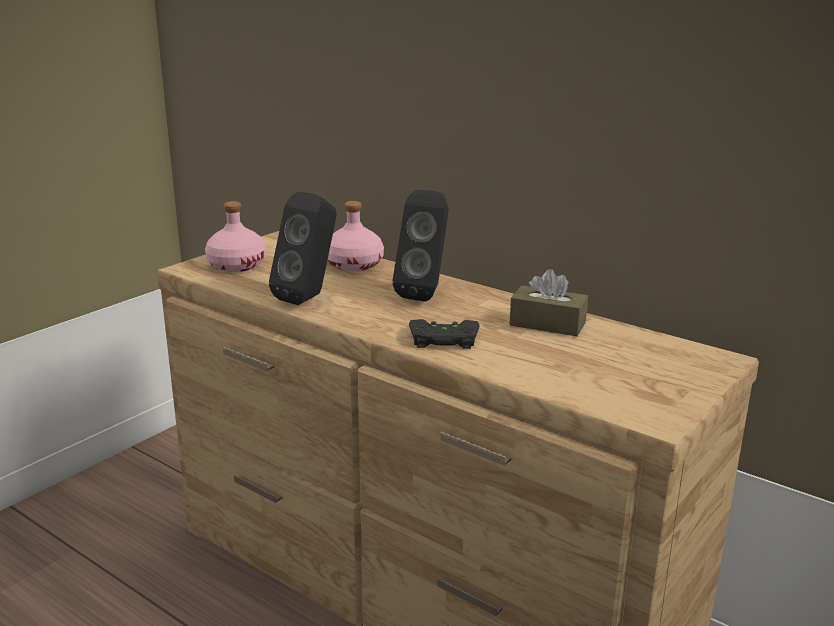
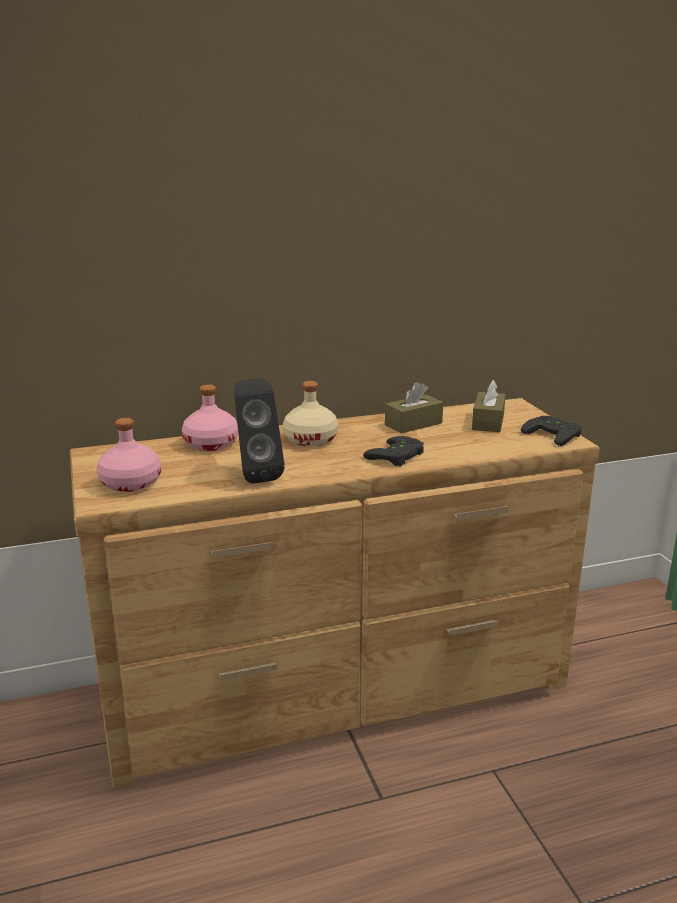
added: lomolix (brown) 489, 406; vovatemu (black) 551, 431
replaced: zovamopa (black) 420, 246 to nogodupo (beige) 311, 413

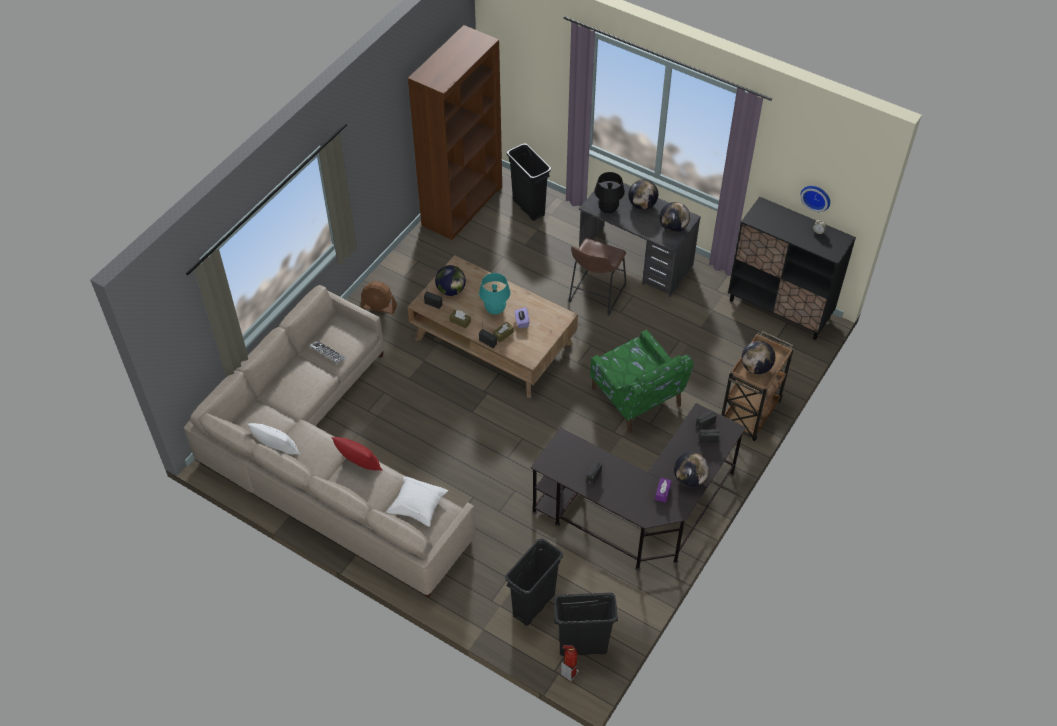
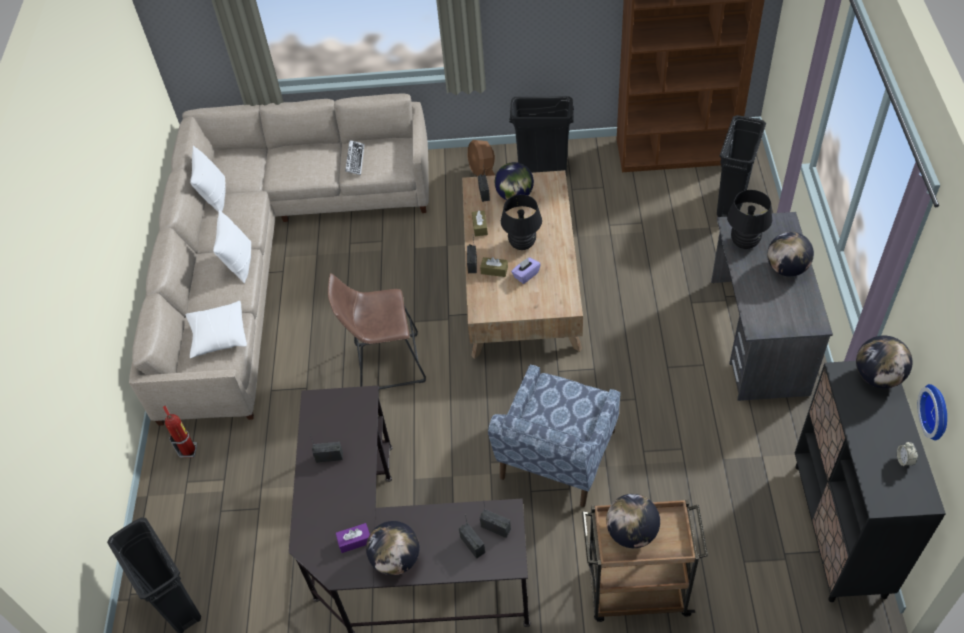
moved: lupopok 675, 217 to 884, 361; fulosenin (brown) 597, 276 to 377, 331; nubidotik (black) 534, 582 to 541, 136; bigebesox 570, 663 to 180, 431
recoloured: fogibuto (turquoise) 495, 294 to fogibuto (black) 521, 222; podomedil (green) 642, 381 to podomedil (blue) 554, 435; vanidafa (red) 357, 454 to vanidafa (white) 232, 246

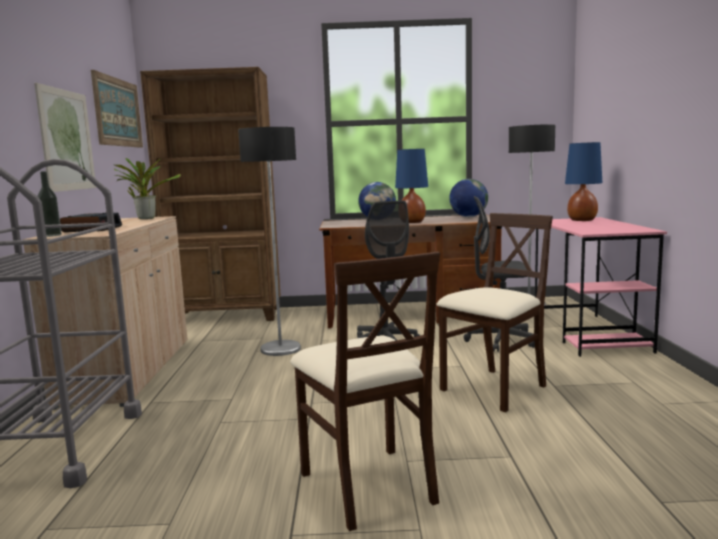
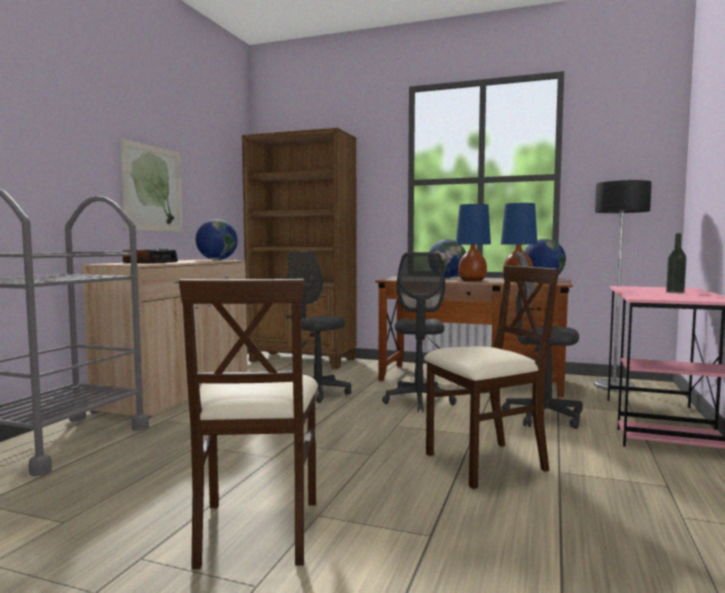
removed: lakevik 117, 109
moved: fogibuto (blue) 583, 181 to 519, 242; nogodupo 49, 204 to 676, 263
replaced: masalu 269, 241 to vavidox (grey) 319, 327; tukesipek 147, 188 to lupopok 217, 239

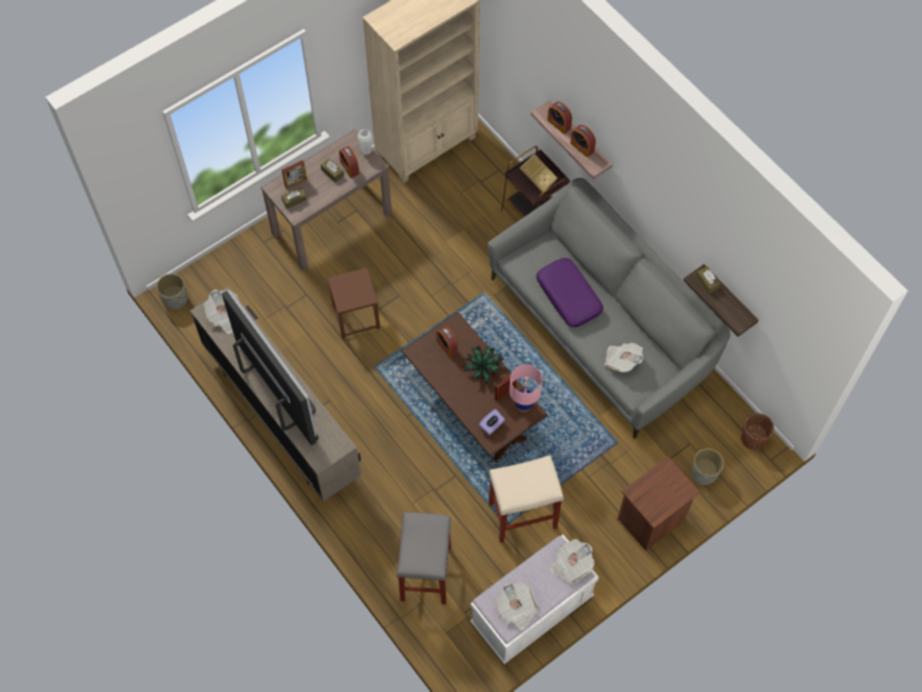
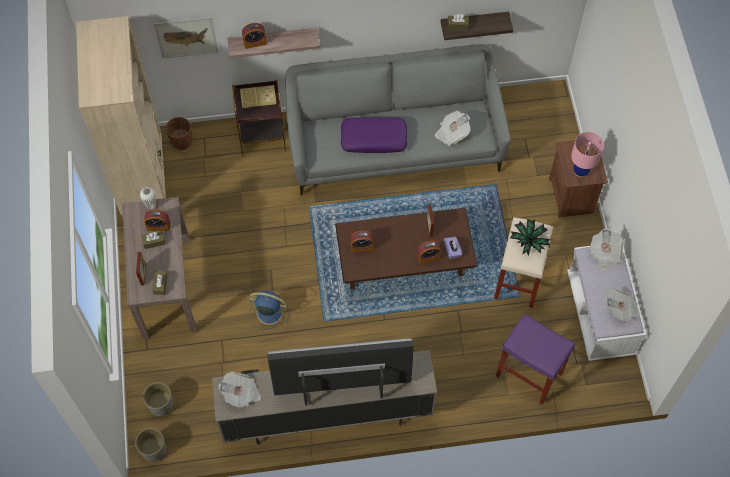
added: lakevik 185, 38
moved: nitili 583, 141 to 429, 252; tukesipek 483, 365 to 530, 237; fogibuto (pink) 526, 388 to 587, 155; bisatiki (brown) 757, 431 to 179, 133; bisatiki (grey) 708, 466 to 158, 399
replaced: fulosenin (brown) 353, 303 to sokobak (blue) 269, 310
recoloured: fulosenin (grey) 424, 558 to fulosenin (purple) 536, 359

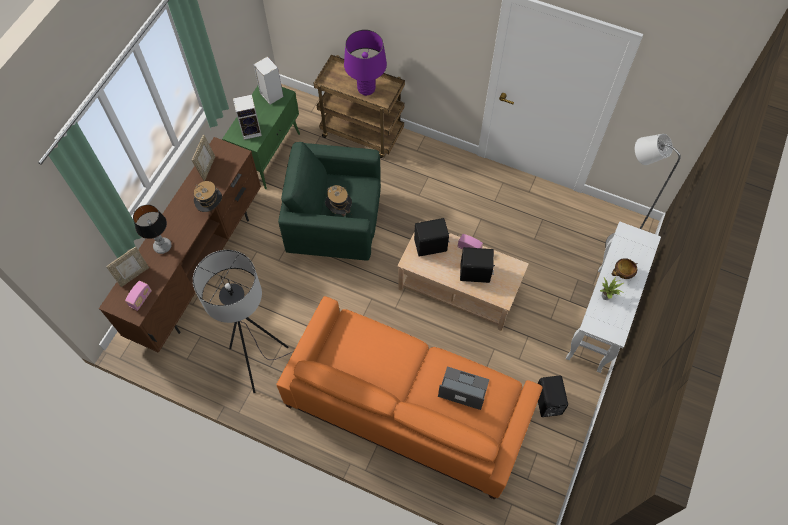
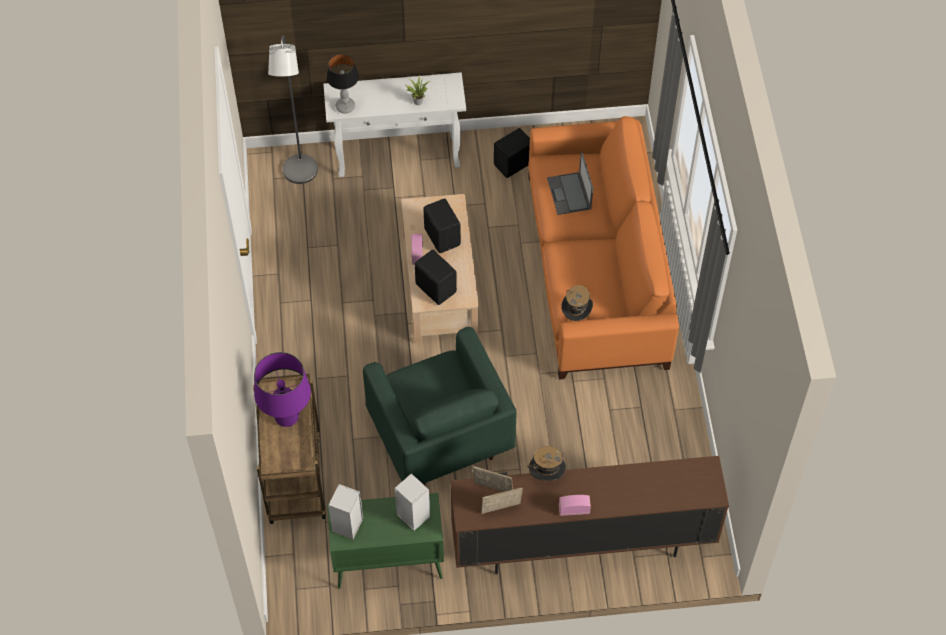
removed: masalu (grey) 243, 321; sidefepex 625, 268
moved: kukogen 338, 200 to 577, 303; fogibuto 152, 229 to 342, 84; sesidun 127, 267 to 492, 479; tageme 138, 296 to 575, 505

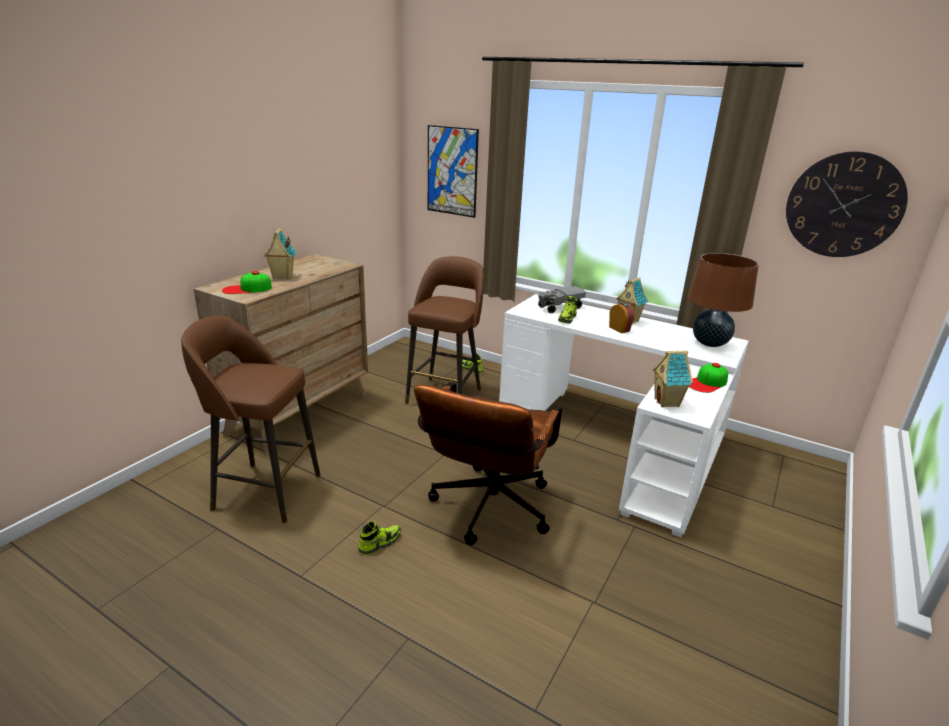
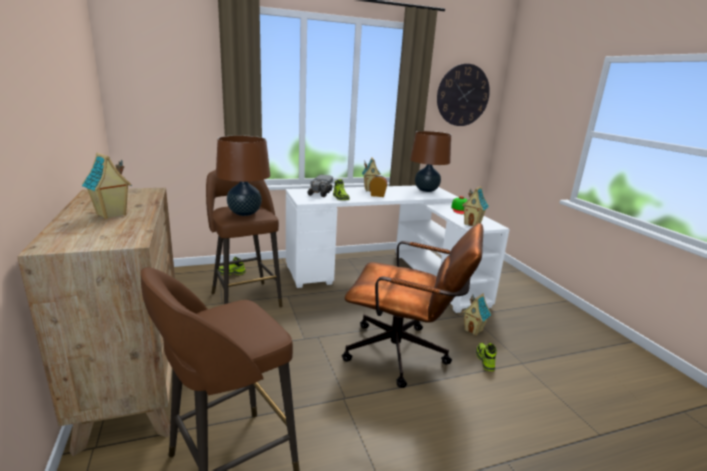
removed: lakevik 453, 171; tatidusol 247, 282
added: fogibuto (brown) 243, 175; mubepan 476, 314
moved: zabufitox 379, 538 to 486, 357
turned: vavidox (brown) 488, 463 = 412, 305 45 degrees counterclockwise

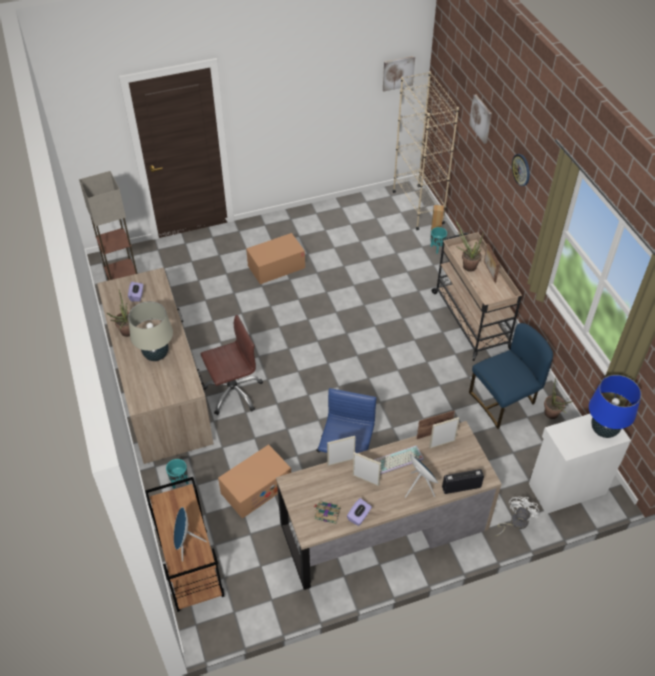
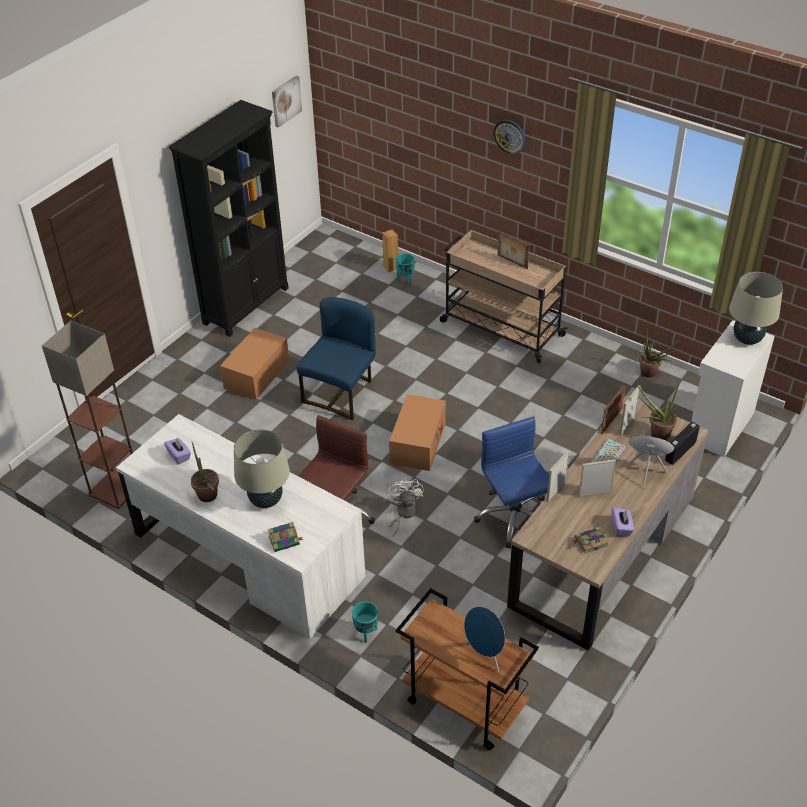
removed: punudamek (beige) 426, 150; lakevik 480, 119
added: punudamek (black) 228, 218; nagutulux 286, 537
moved: tukesipek 469, 246 to 657, 411; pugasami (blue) 511, 376 to 336, 358; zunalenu 254, 481 to 417, 432; sokobak (white) 517, 516 to 406, 506
recoloured: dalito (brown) 155, 366 to dalito (white) 241, 526; fogibuto (blue) 615, 406 to fogibuto (beige) 756, 308

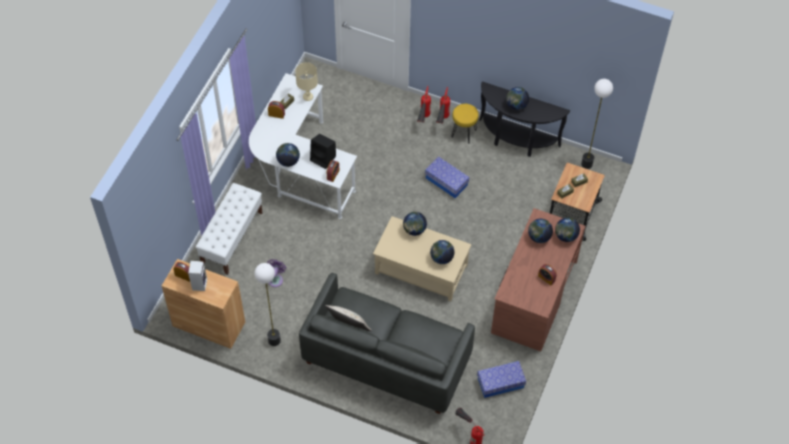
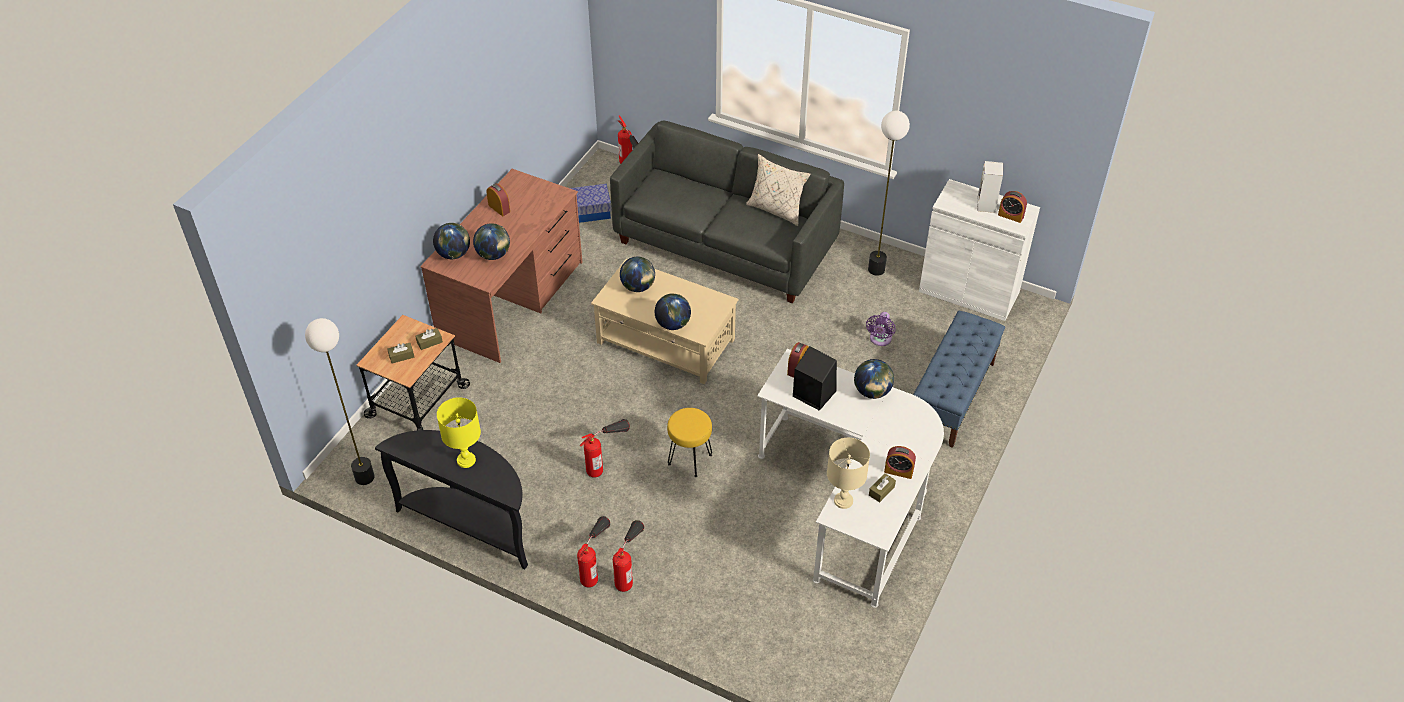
moved: fulosenin (yellow) 465, 124 to 689, 442
replaced: lupopok 517, 98 to fogibuto (yellow) 459, 432; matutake 447, 177 to bigebesox 605, 448
recoloured: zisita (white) 229, 229 to zisita (blue) 959, 379; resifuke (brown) 203, 304 to resifuke (white) 979, 250

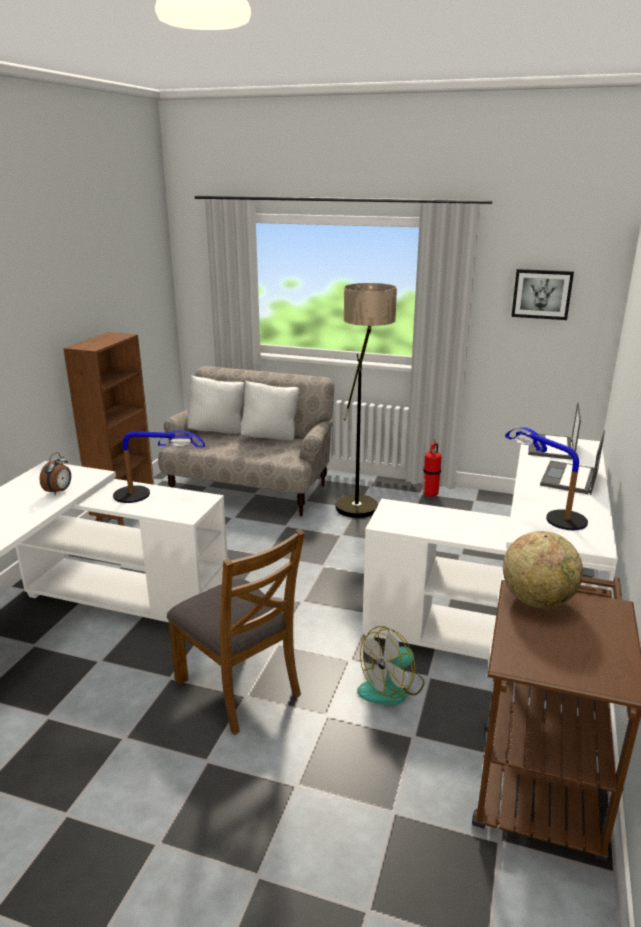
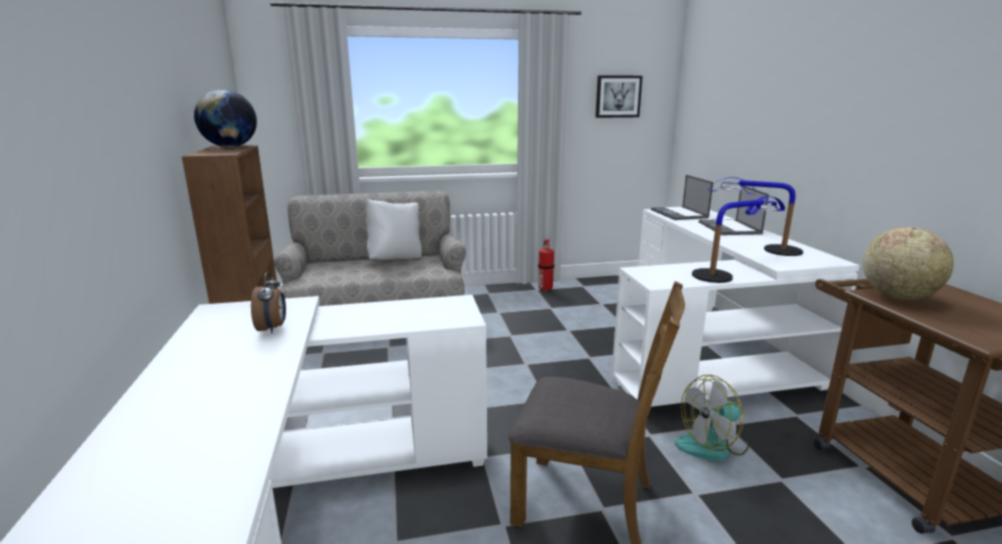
removed: masalu 366, 400; vanidafa (white) 215, 404
added: lupopok 225, 118
moved: fogibuto 159, 466 to 738, 239
turned: sokobak 390, 665 = 712, 418 45 degrees clockwise

